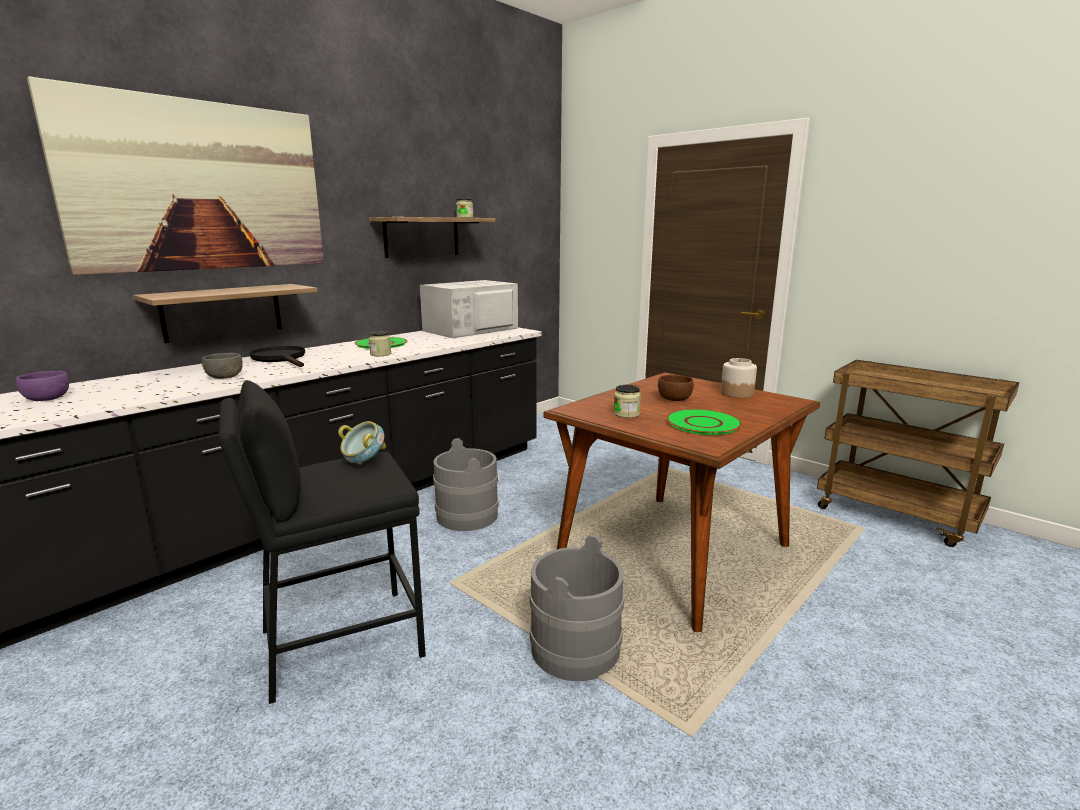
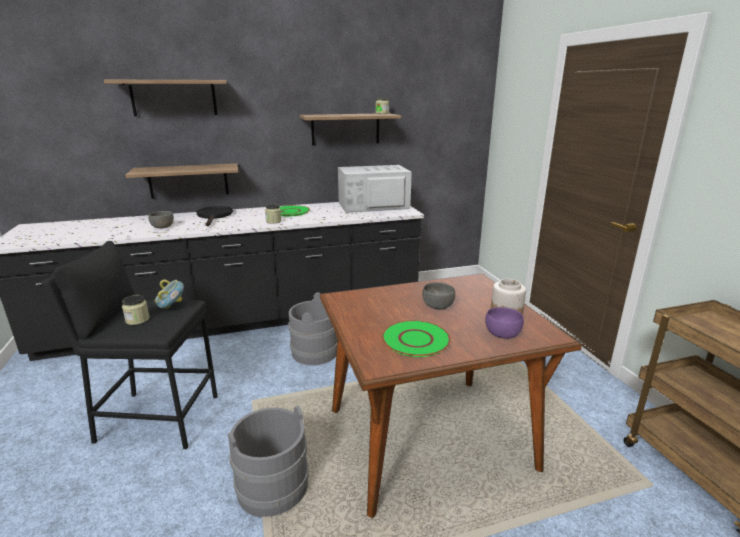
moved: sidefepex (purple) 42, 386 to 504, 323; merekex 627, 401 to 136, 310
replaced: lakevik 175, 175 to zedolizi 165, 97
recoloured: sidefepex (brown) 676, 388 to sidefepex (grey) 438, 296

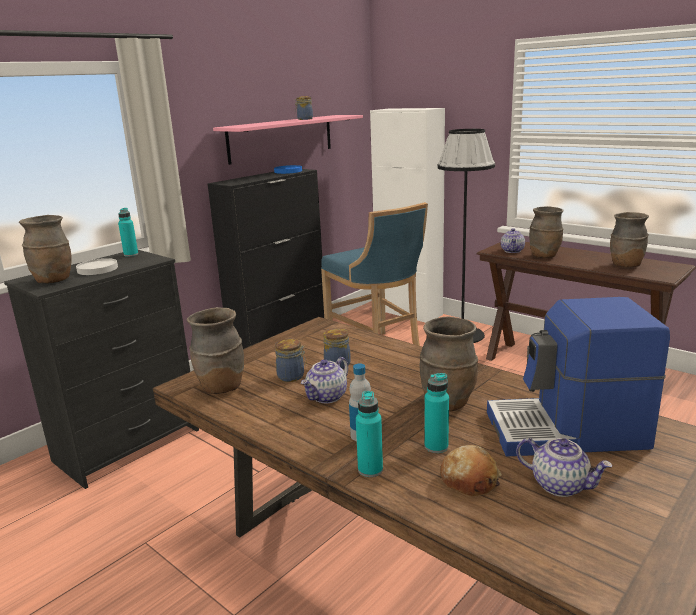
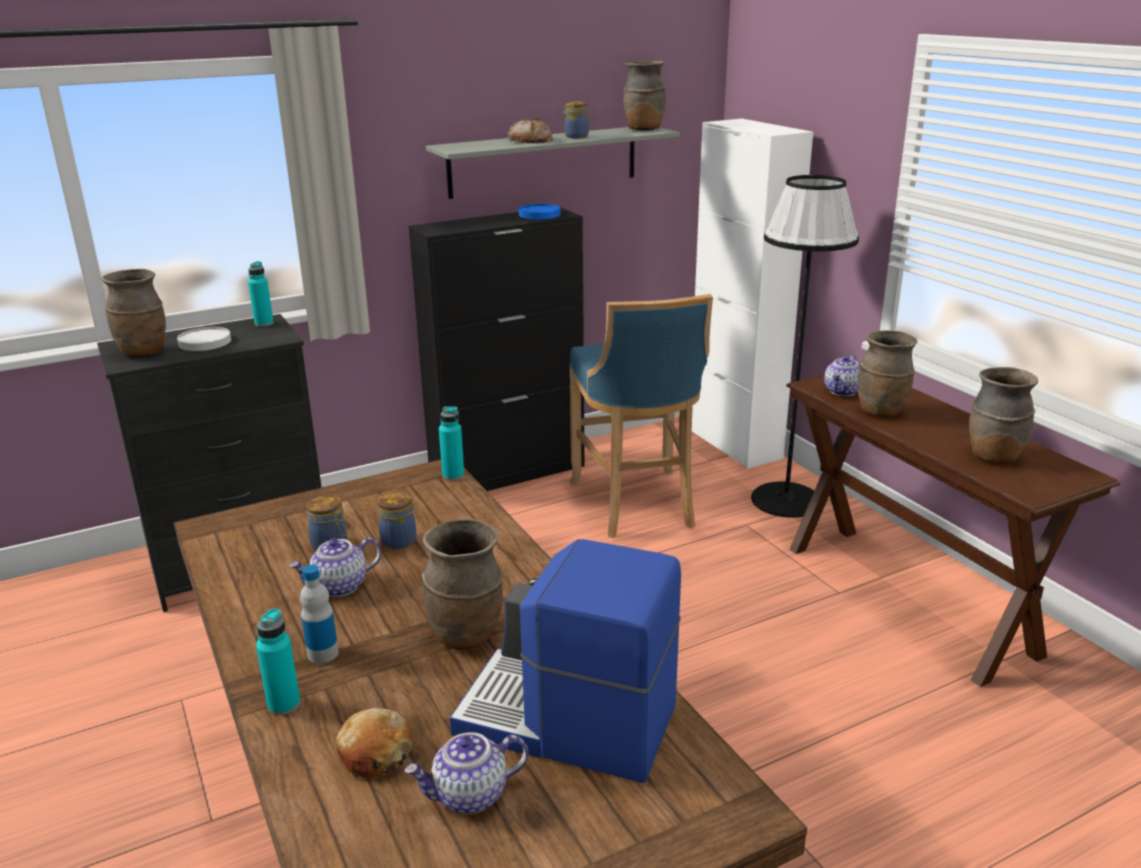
added: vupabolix 530, 130
moved: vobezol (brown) 215, 350 to 644, 95; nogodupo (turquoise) 436, 413 to 451, 443
recoloured: zedolizi (pink) 288, 140 to zedolizi (grey) 553, 163
turned: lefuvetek 564, 467 = 466, 773 105 degrees clockwise

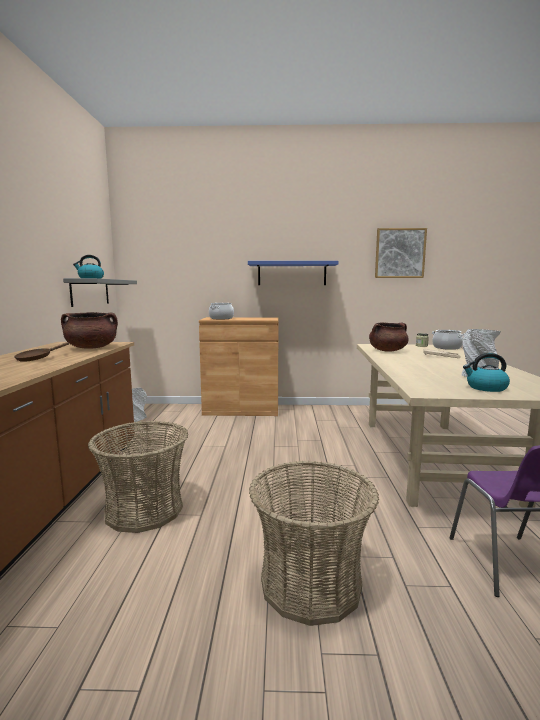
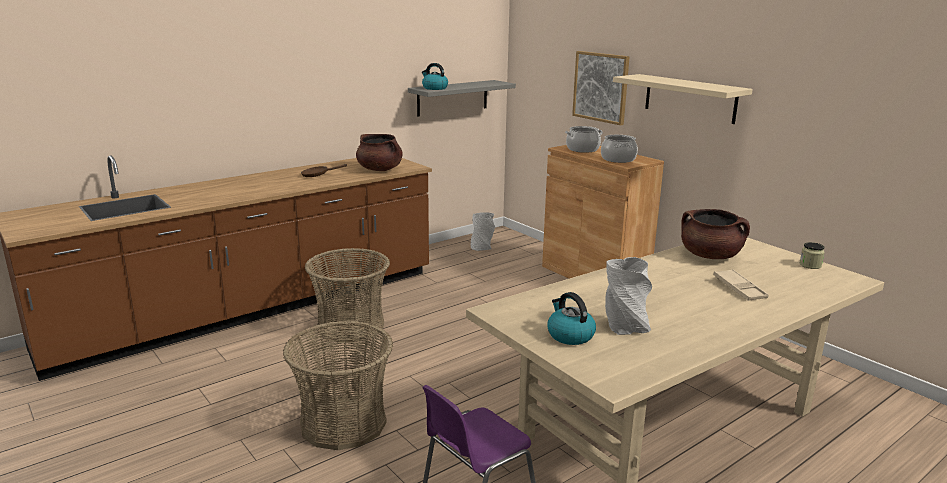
moved: lakevik 401, 253 to 601, 88; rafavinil 448, 340 to 619, 149
recoloured: zedolizi (blue) 293, 273 to zedolizi (beige) 683, 99

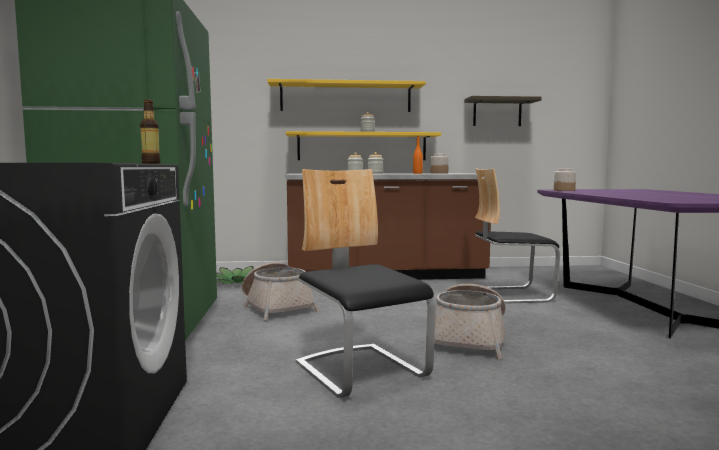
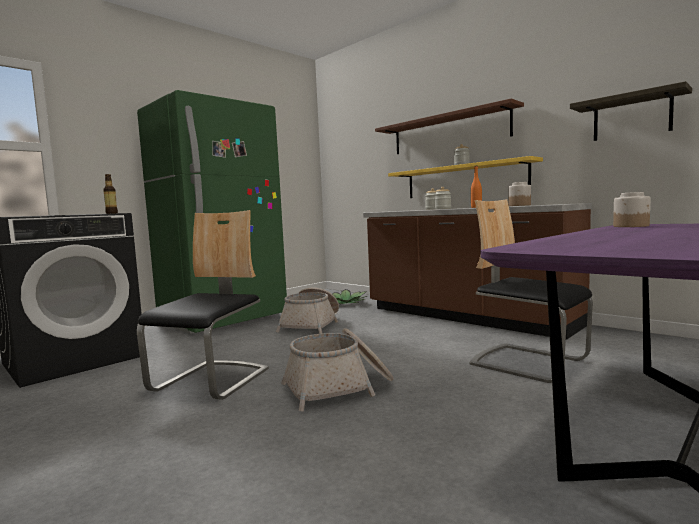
recoloured: zedolizi (yellow) 346, 95 to zedolizi (brown) 449, 126

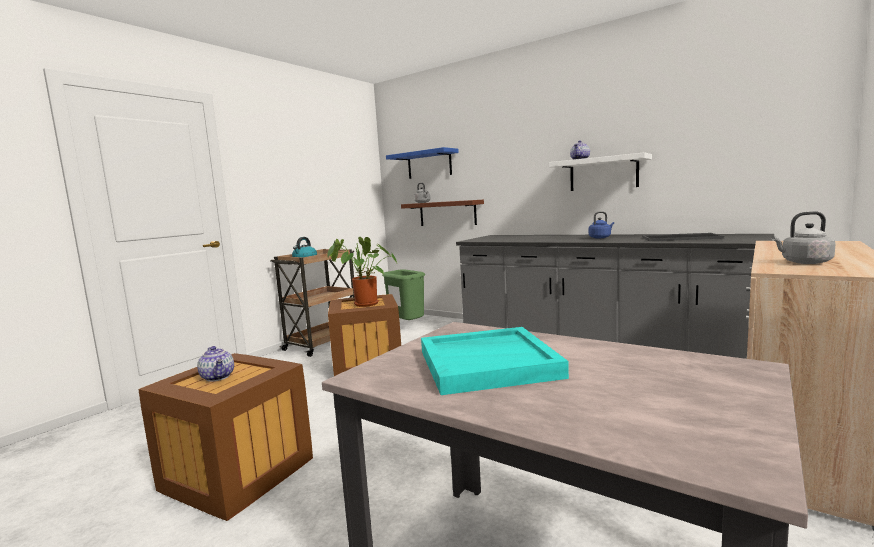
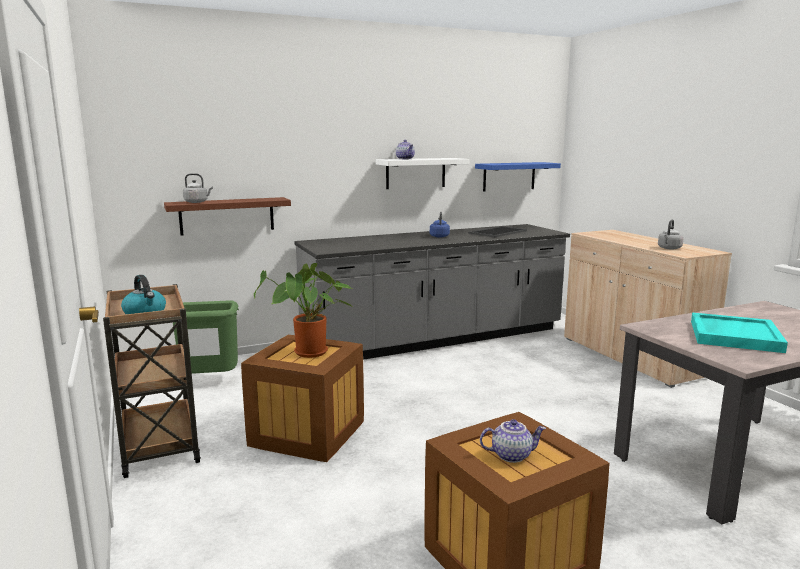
moved: zedolizi (blue) 422, 163 to 518, 176

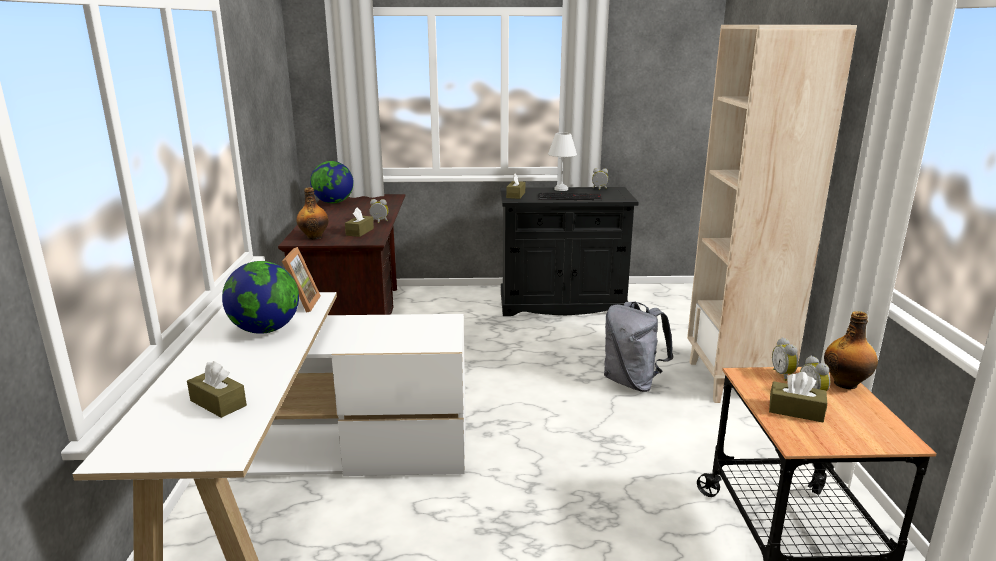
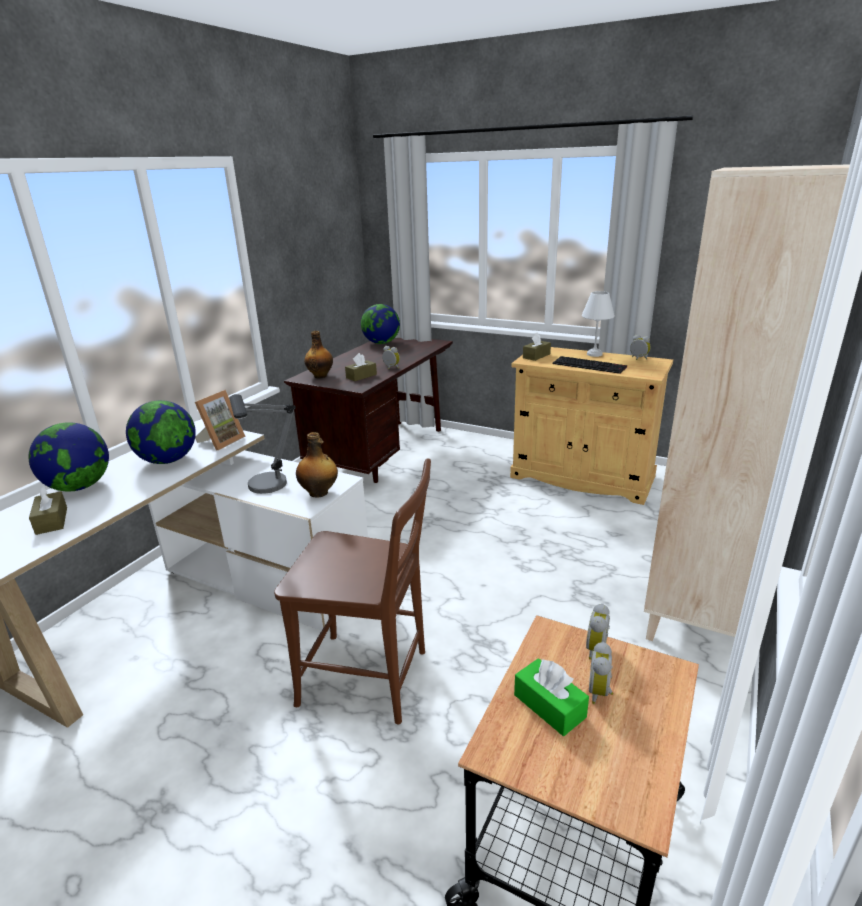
removed: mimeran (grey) 638, 346
added: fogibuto 262, 444; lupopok 68, 457; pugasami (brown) 352, 592
moved: nogodupo 851, 350 to 317, 465
recoloured: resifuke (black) 569, 251 to resifuke (beige) 591, 426; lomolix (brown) 798, 397 to lomolix (green) 551, 697

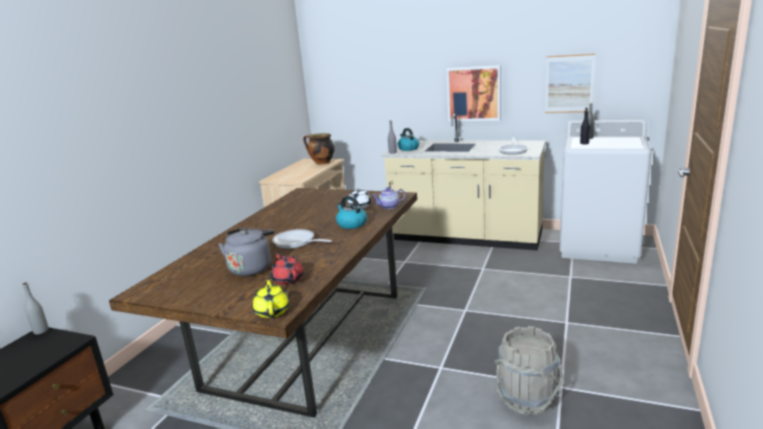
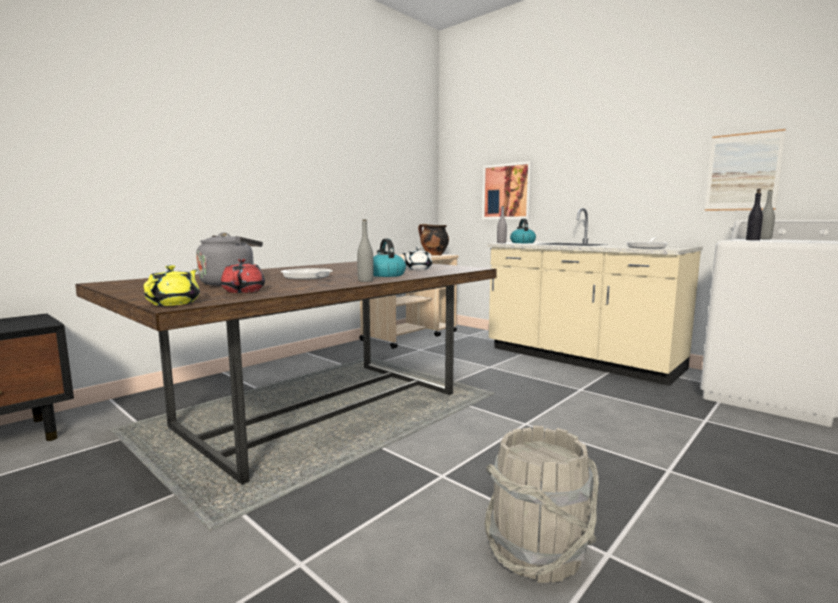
removed: lefuvetek 388, 198
moved: lakevik 473, 93 to 507, 190; nogodupo (grey) 36, 308 to 365, 251

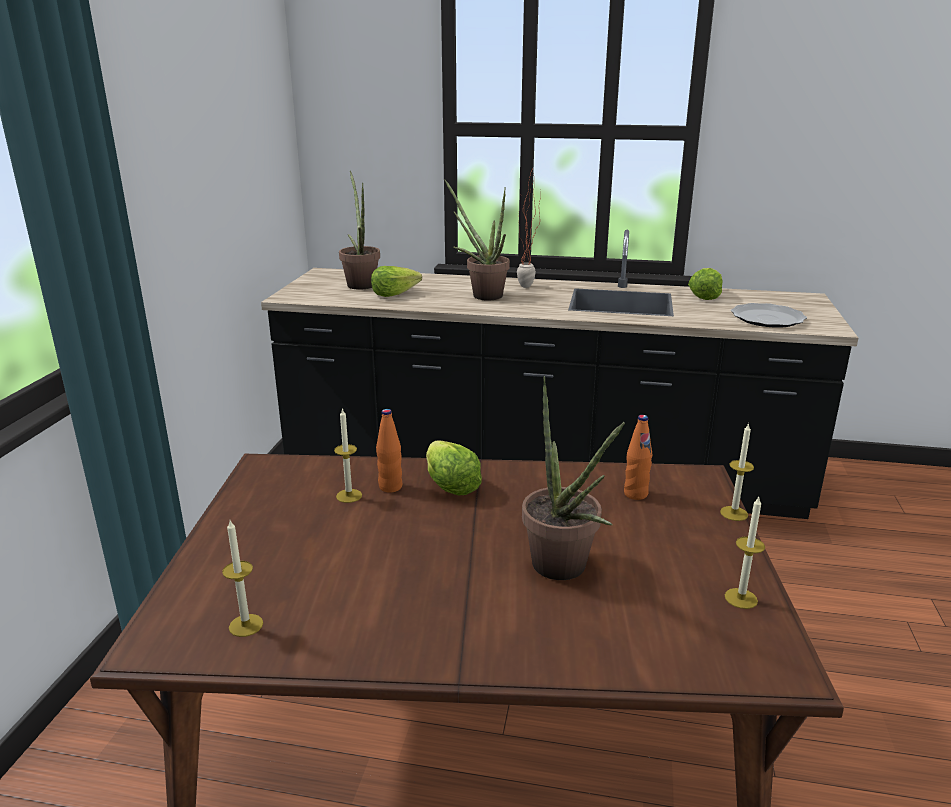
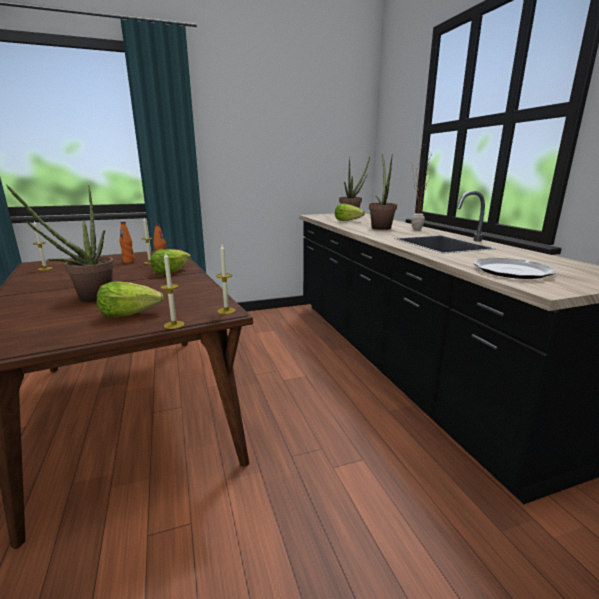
moved: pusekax 705, 284 to 130, 299; nogodupo (orange) 638, 457 to 127, 242; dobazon 745, 553 to 226, 279

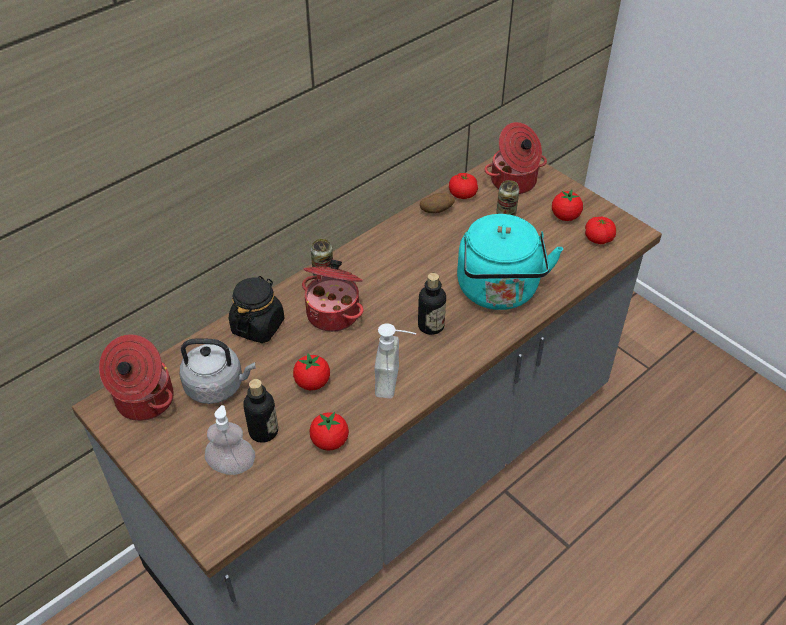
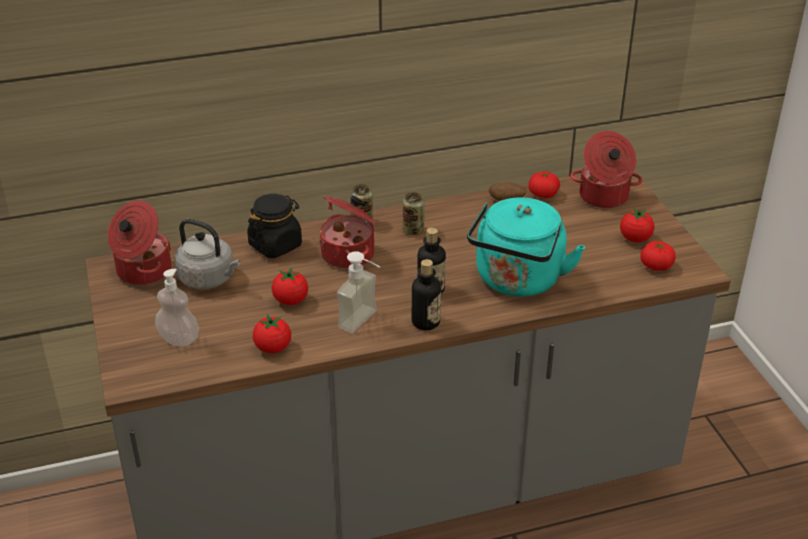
moved: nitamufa 507, 198 to 414, 213; nogodupo 260, 411 to 426, 294

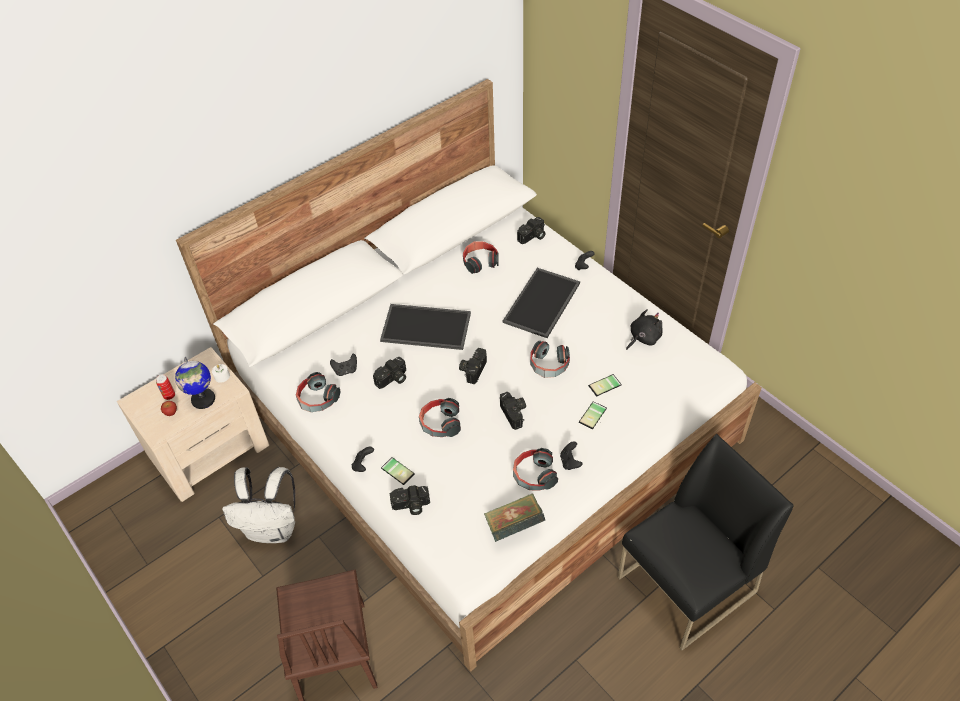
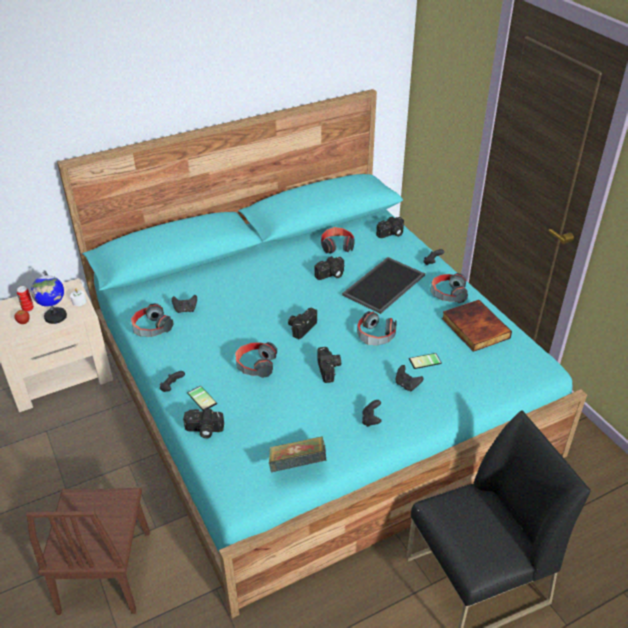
removed: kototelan 425, 327; mimeran (white) 258, 505
moved: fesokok 389, 373 to 329, 268; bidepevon 535, 469 to 449, 288
replaced: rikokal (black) 644, 329 to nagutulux 477, 326; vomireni 593, 415 to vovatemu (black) 409, 378
recoloured: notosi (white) 469, 375 to notosi (turquoise) 322, 353

